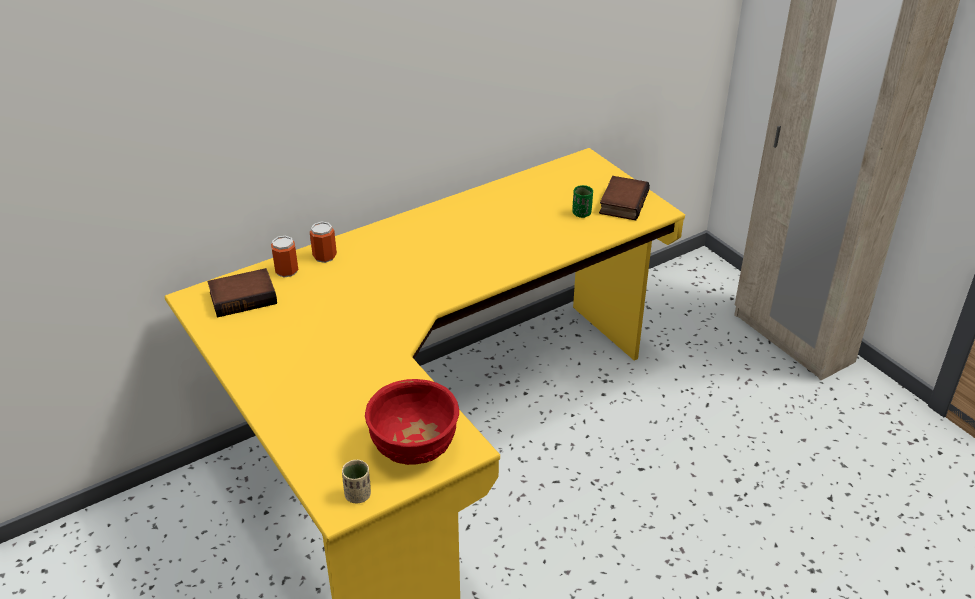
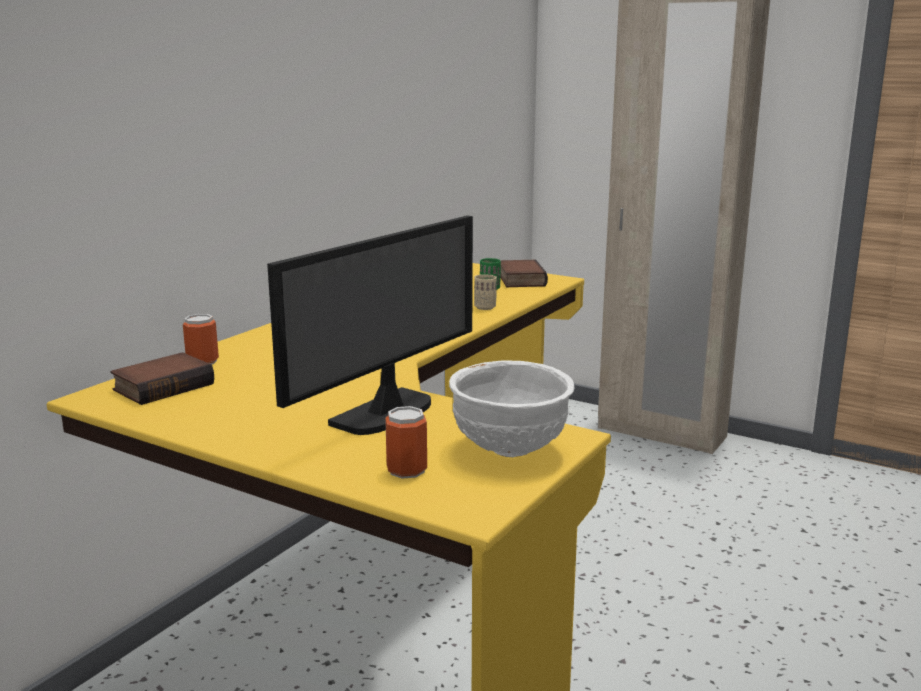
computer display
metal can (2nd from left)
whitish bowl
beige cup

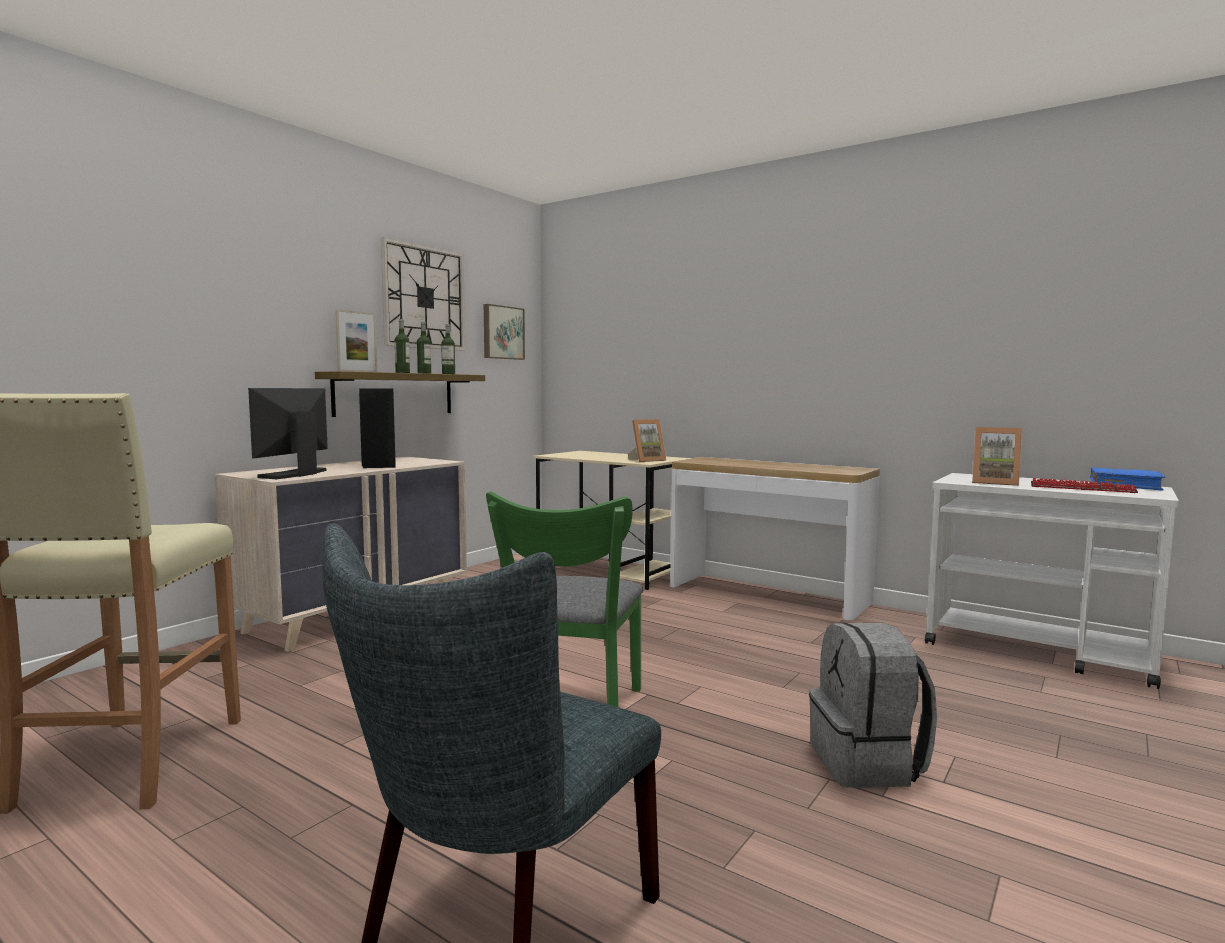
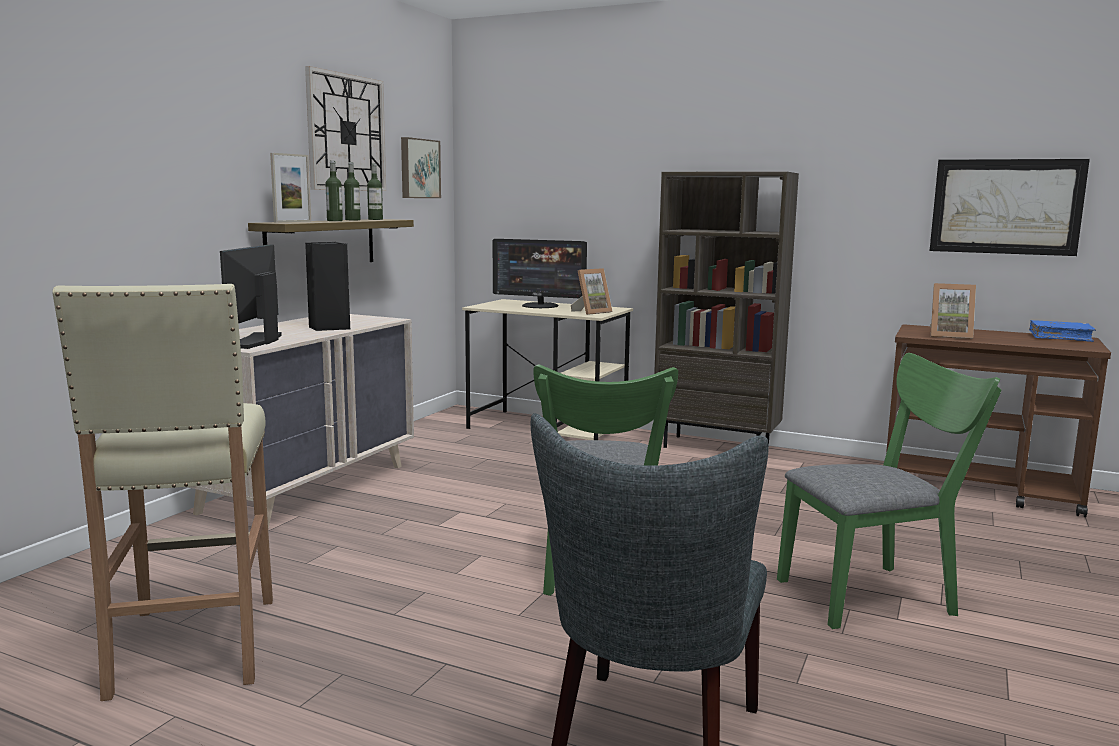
computer display (2nd from left)
brown-coloured bookshelf
green-coloured chair (2nd from left)
brown-coloured cart
picture (2nd from left)
PC keyboard

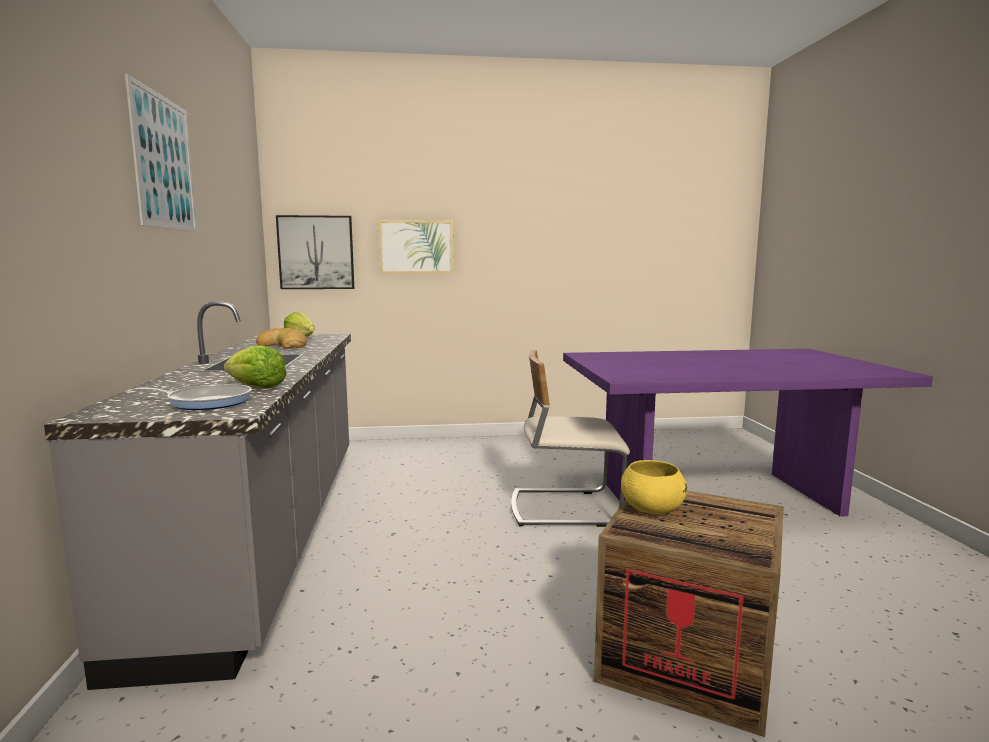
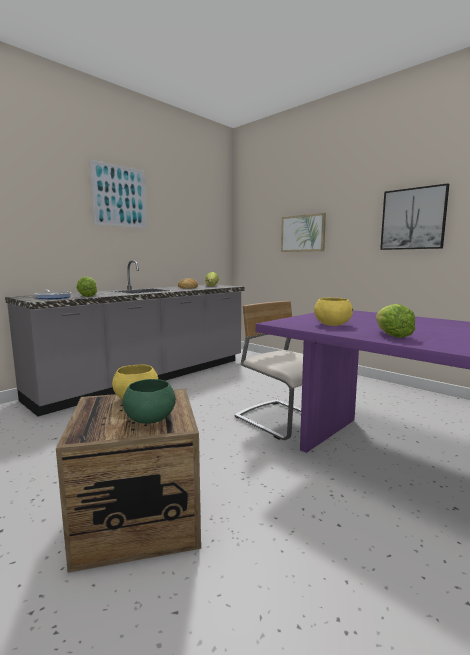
green-coloured bowl
yellowish bowl (2nd from left)
head of lettuce (3rd from left)
picture (3rd from left)

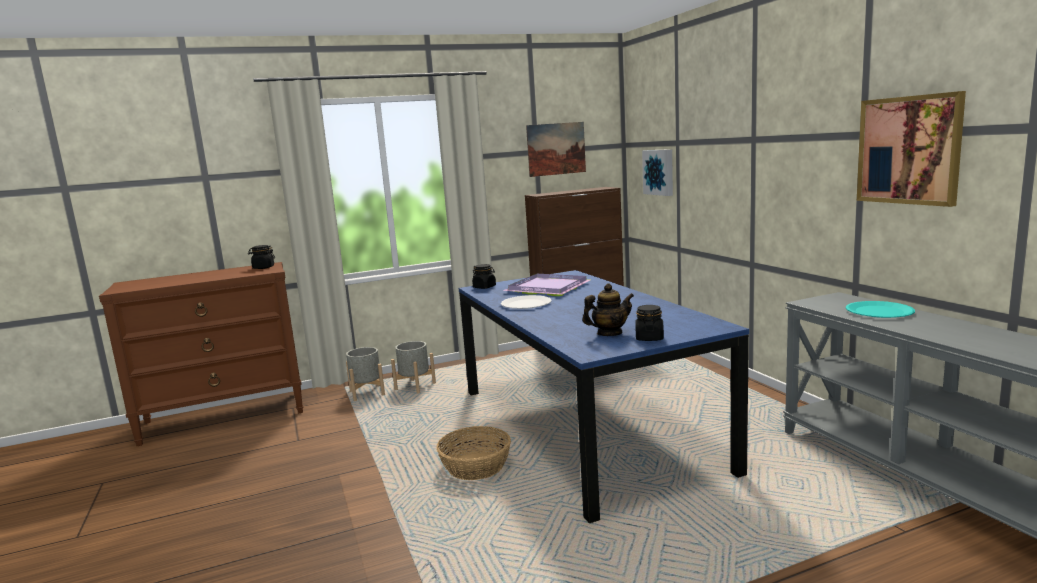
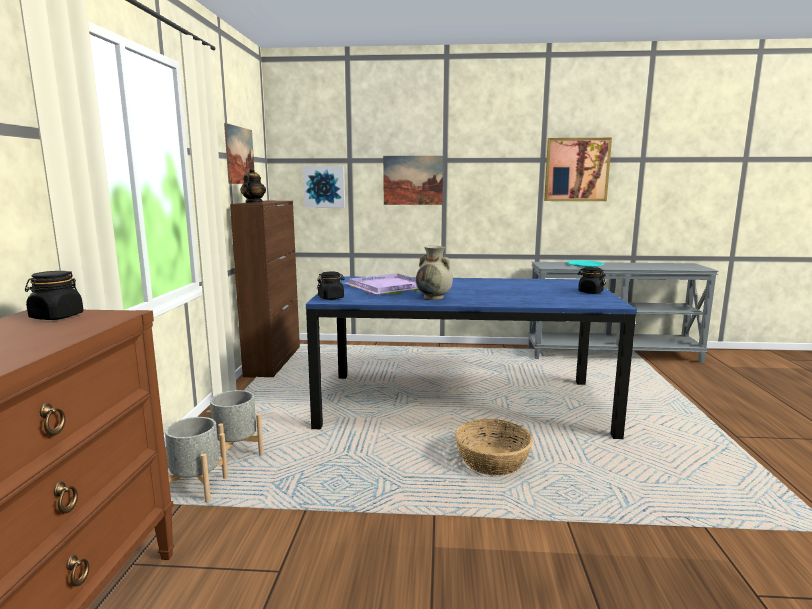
pot for tea
picture (3rd from left)
beige vase

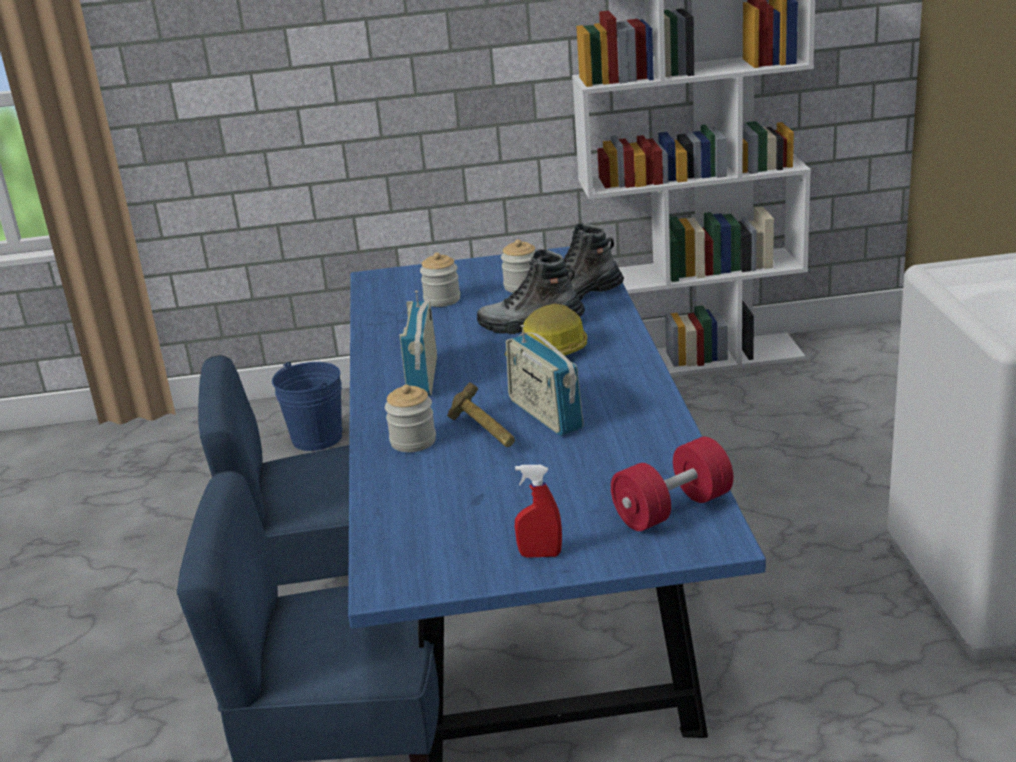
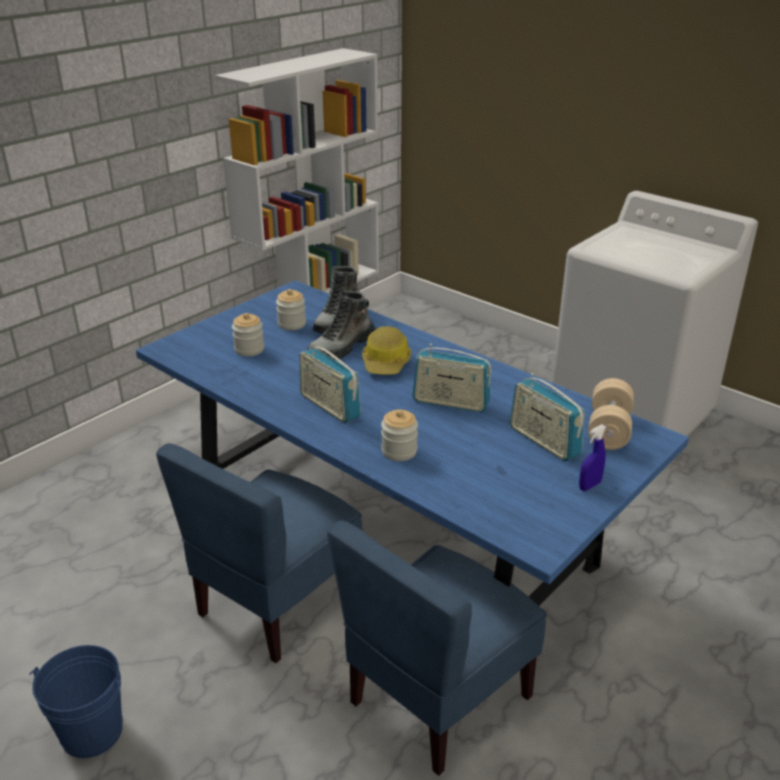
blue-coloured pail
radio (3rd from left)
blue-coloured spray bottle
beige dumbbell
hammer

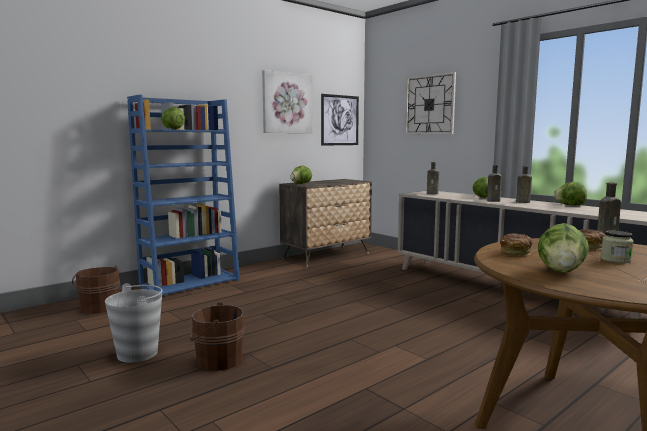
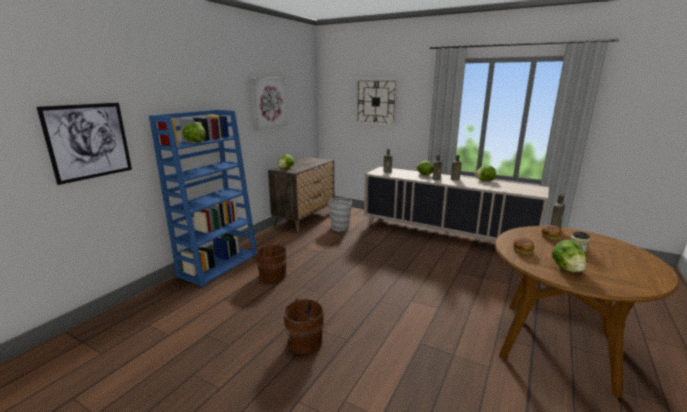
picture (1st from left)
brown-coloured pail (1st from left)
grey pail

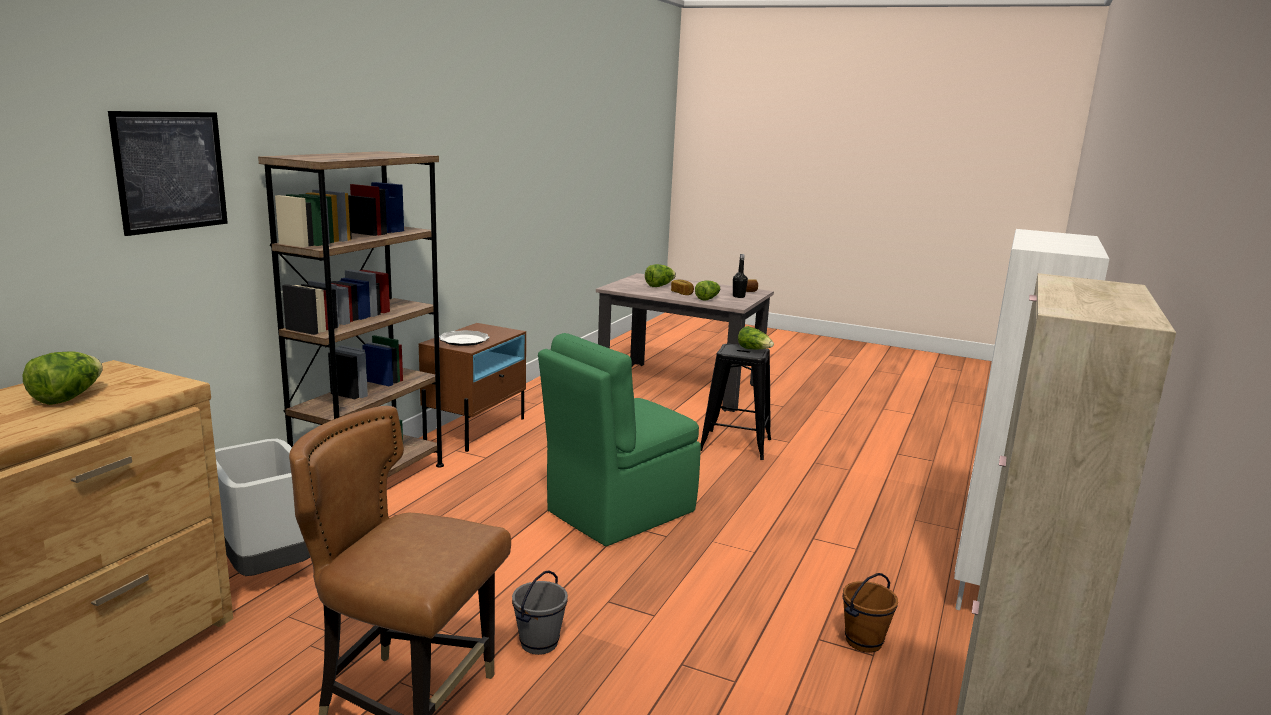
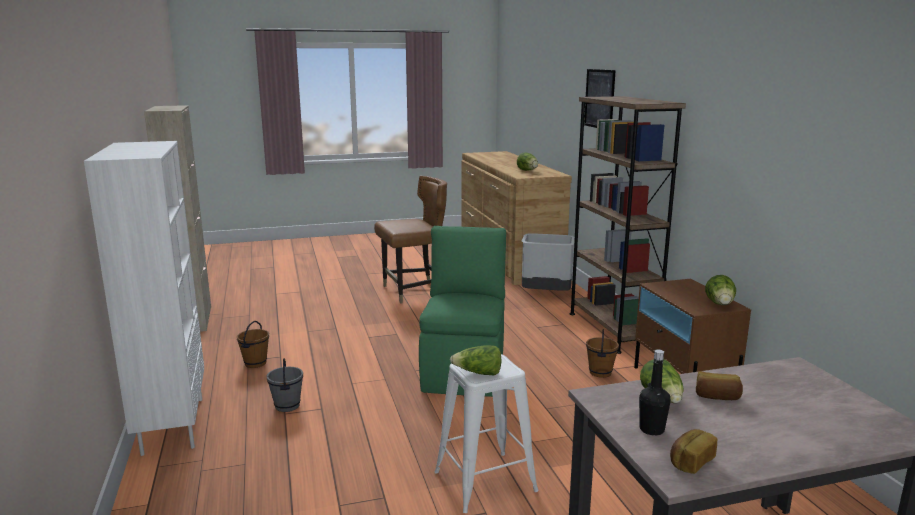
grey pail
whitish stool seat
brown-coloured pail (2nd from left)
head of lettuce (4th from left)
plate

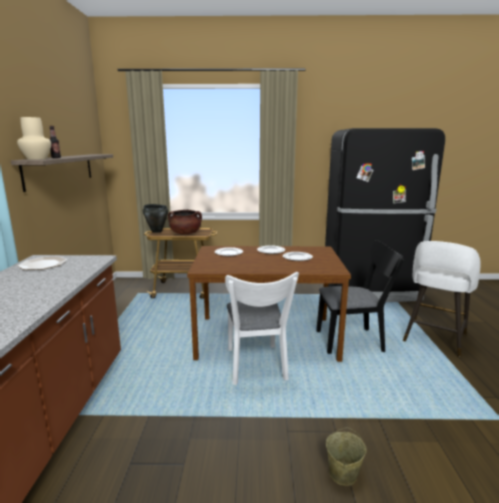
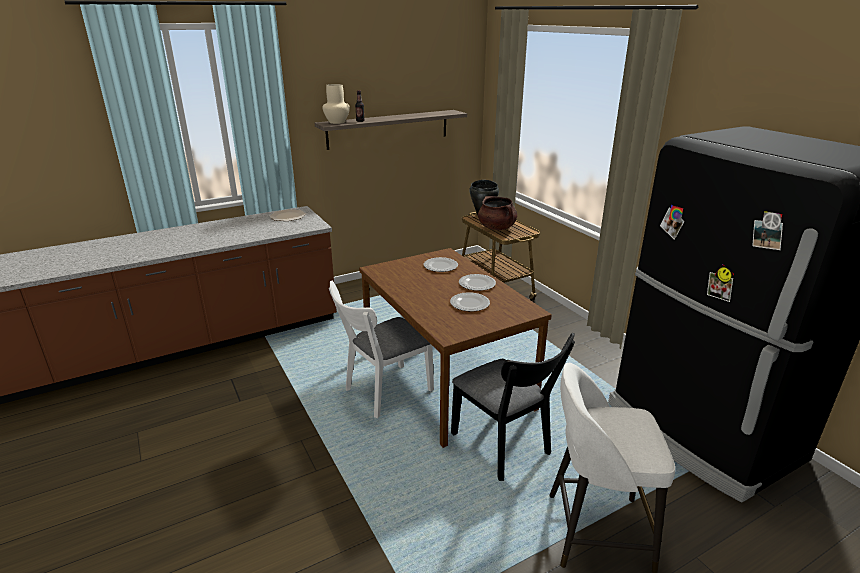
beige pail

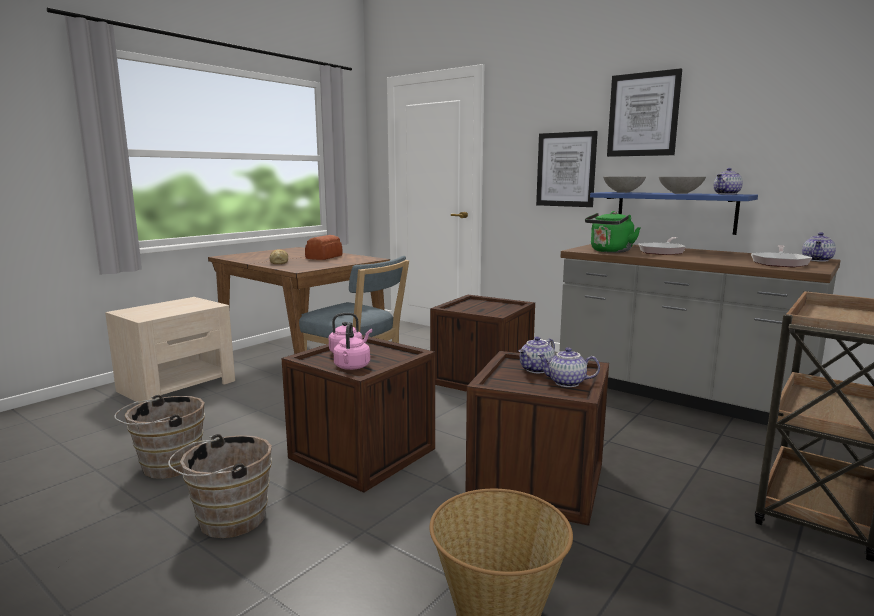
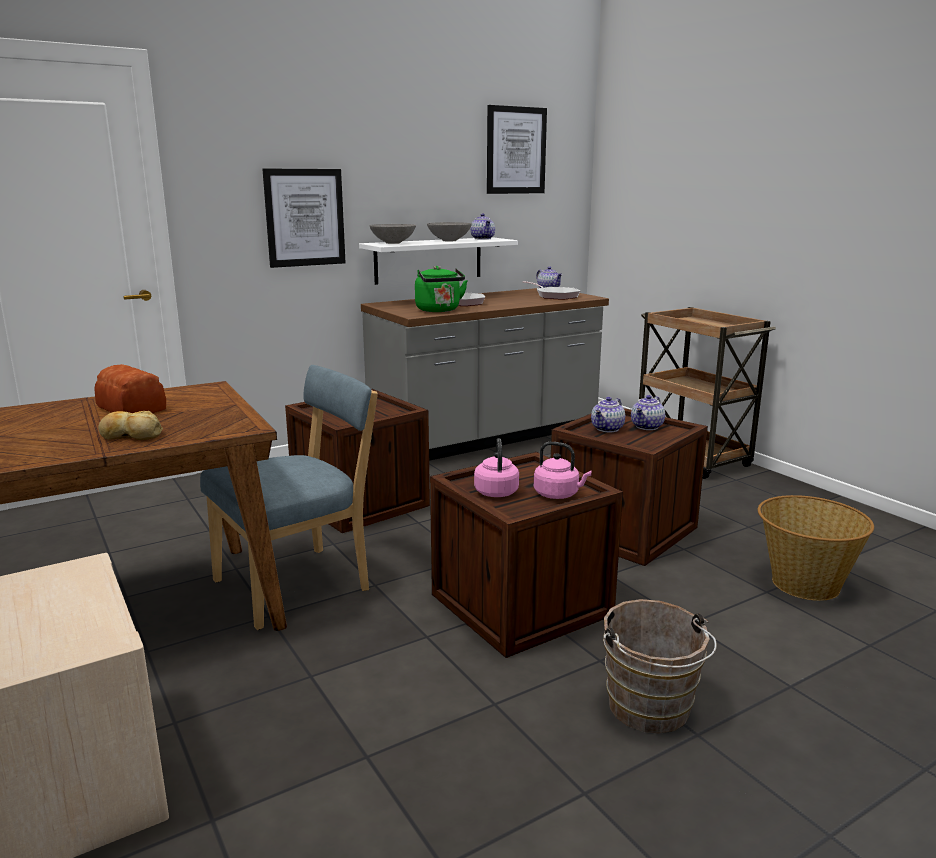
whitish wall shelf
picture (2nd from left)
pot for tea (3rd from left)
brown-coloured pail (1st from left in the first image)

